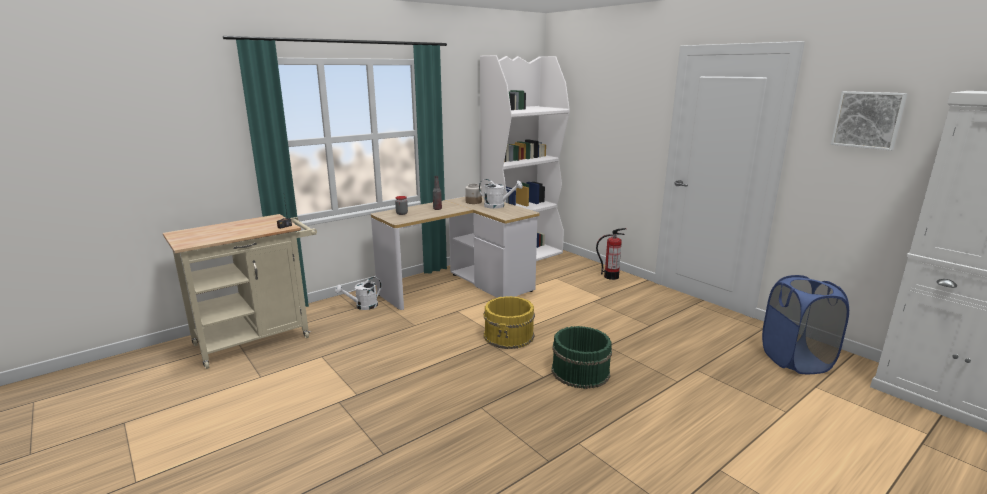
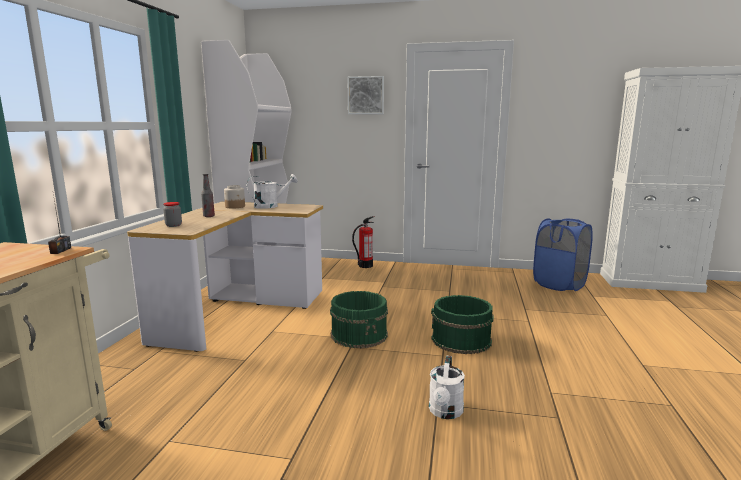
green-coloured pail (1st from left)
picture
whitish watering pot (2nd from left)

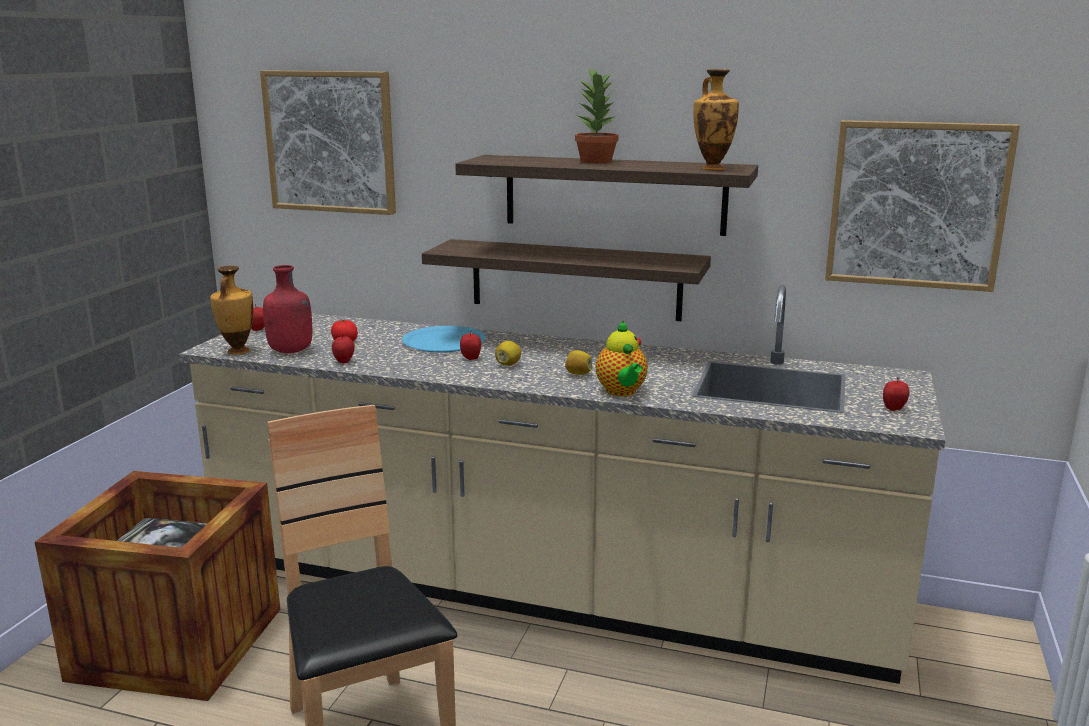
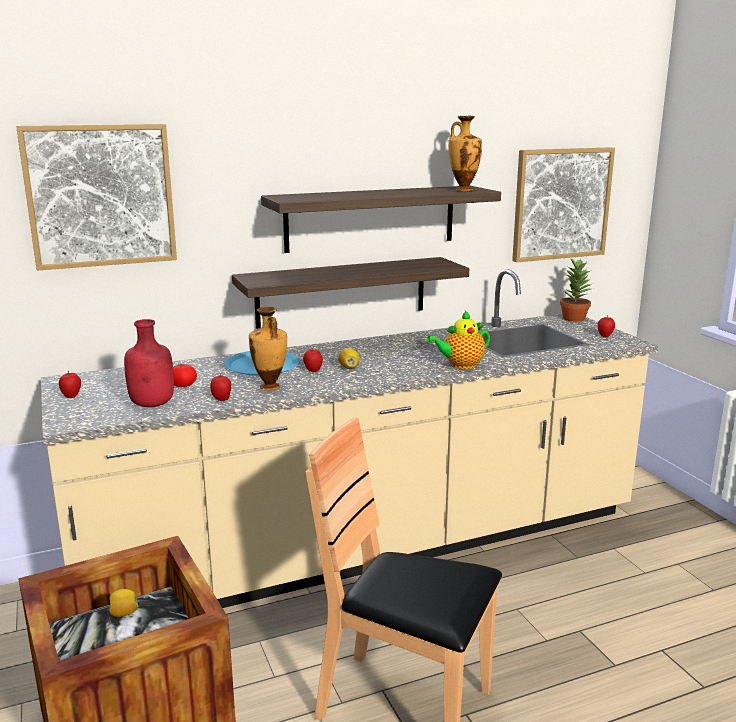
citrus fruit (1st from left)
vase (1st from left)
pot for tea
potted plant

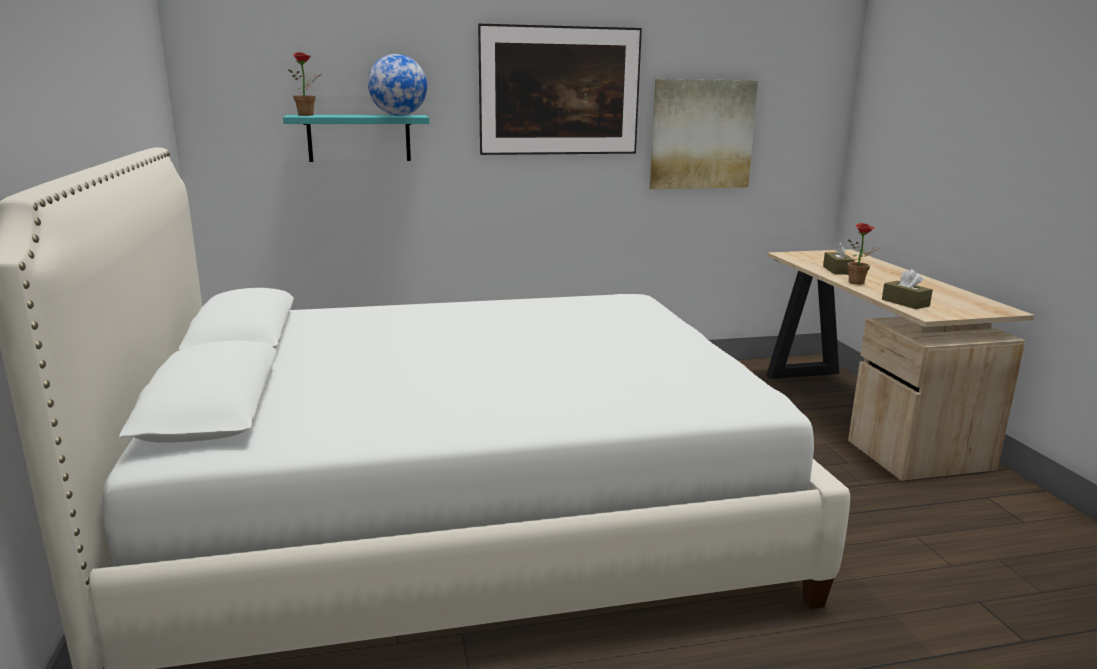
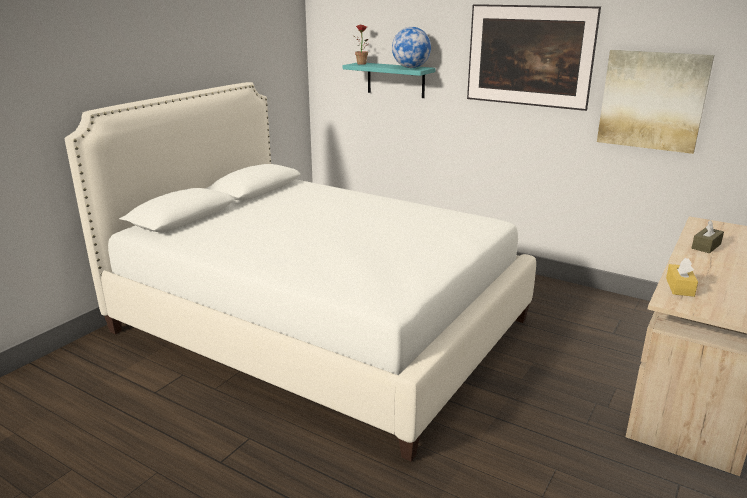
yellowish tissue holder
potted plant (2nd from left in the first image)

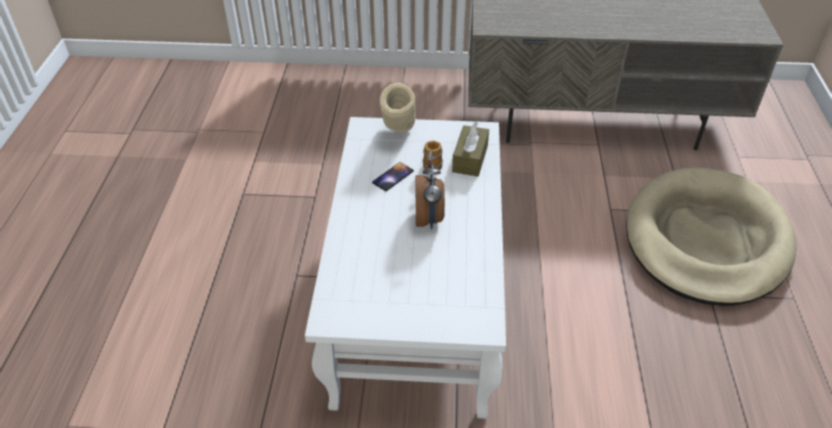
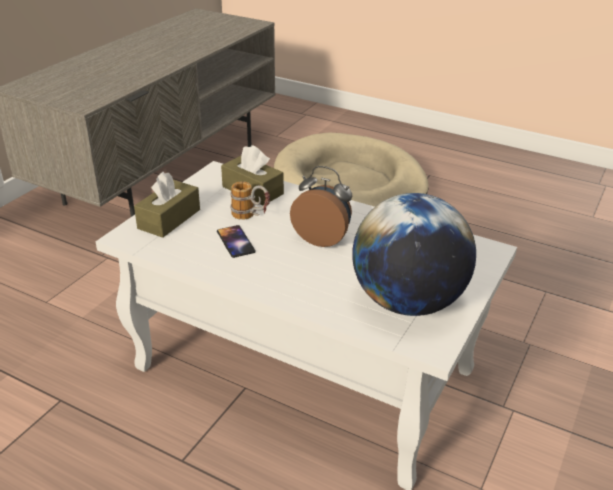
brown-coloured tissue holder (1st from left)
globe

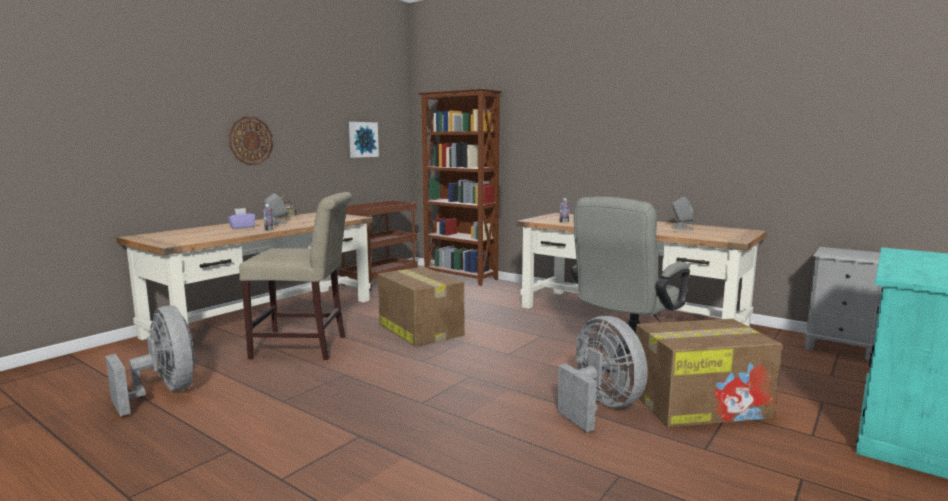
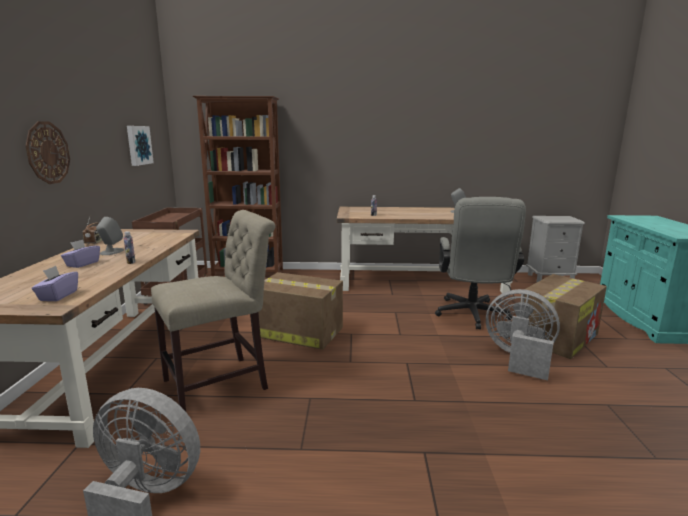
purple tissue holder (1st from left)

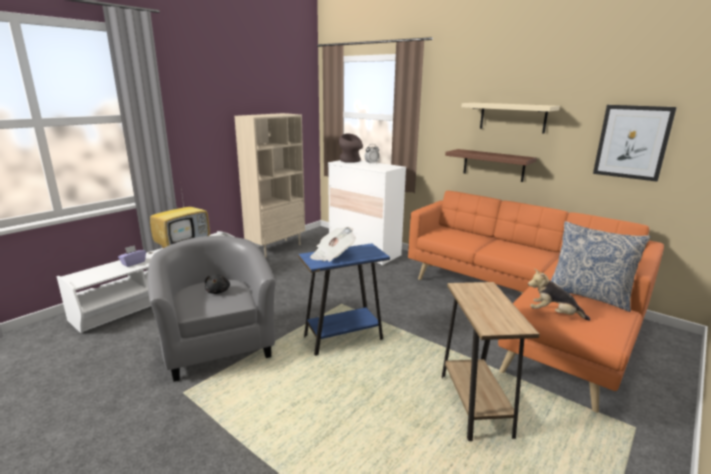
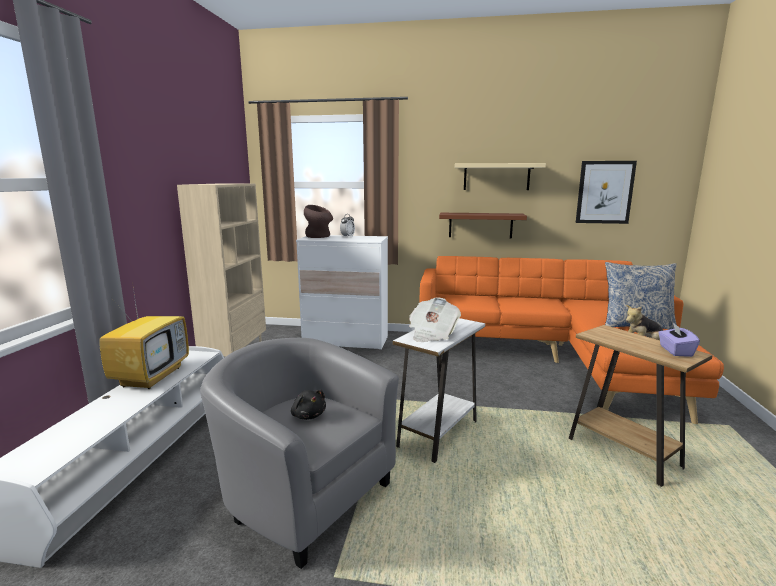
whitish end table
purple tissue holder

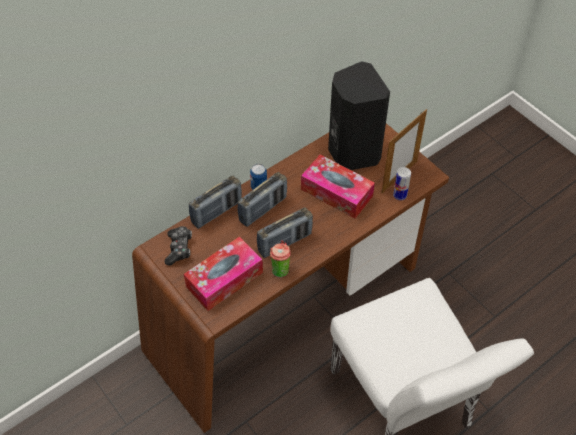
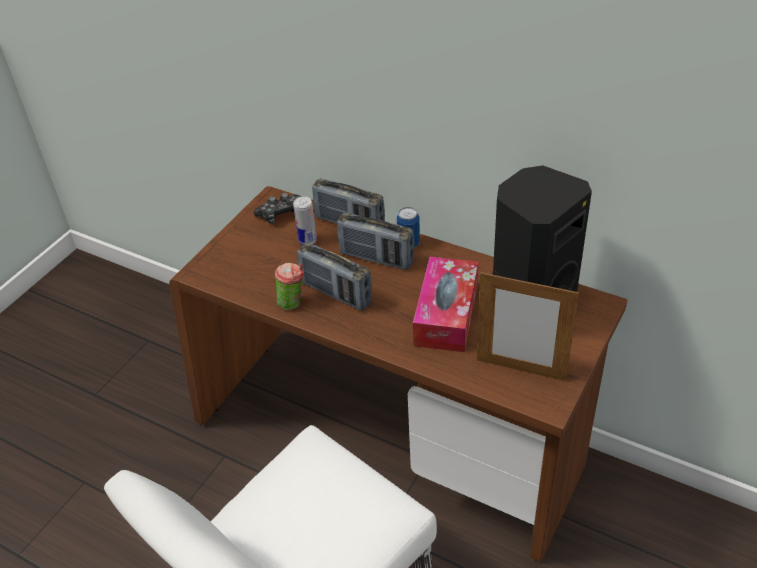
metal can (1st from left)
tissue holder (1st from left in the first image)

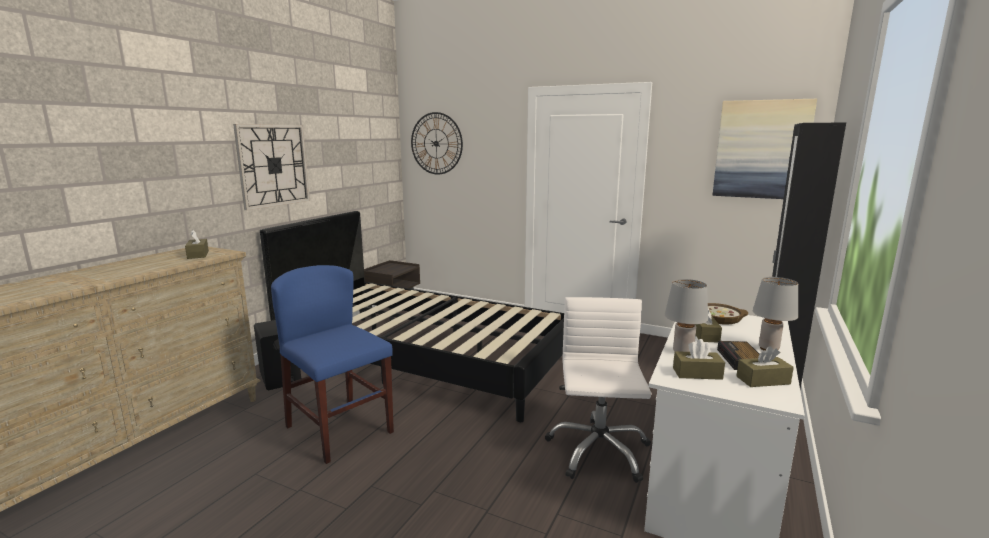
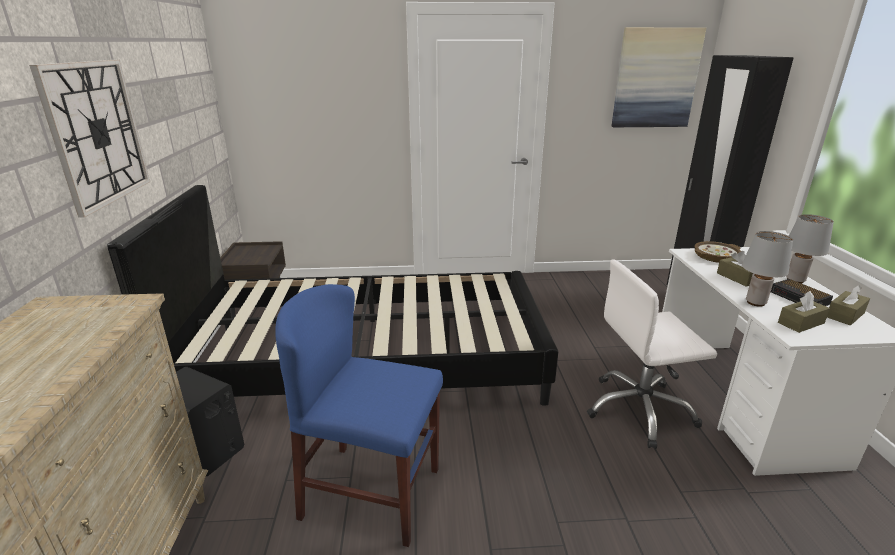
whitish desk chair
brown-coloured tissue holder (1st from left in the first image)
hanging clock (2nd from left in the first image)

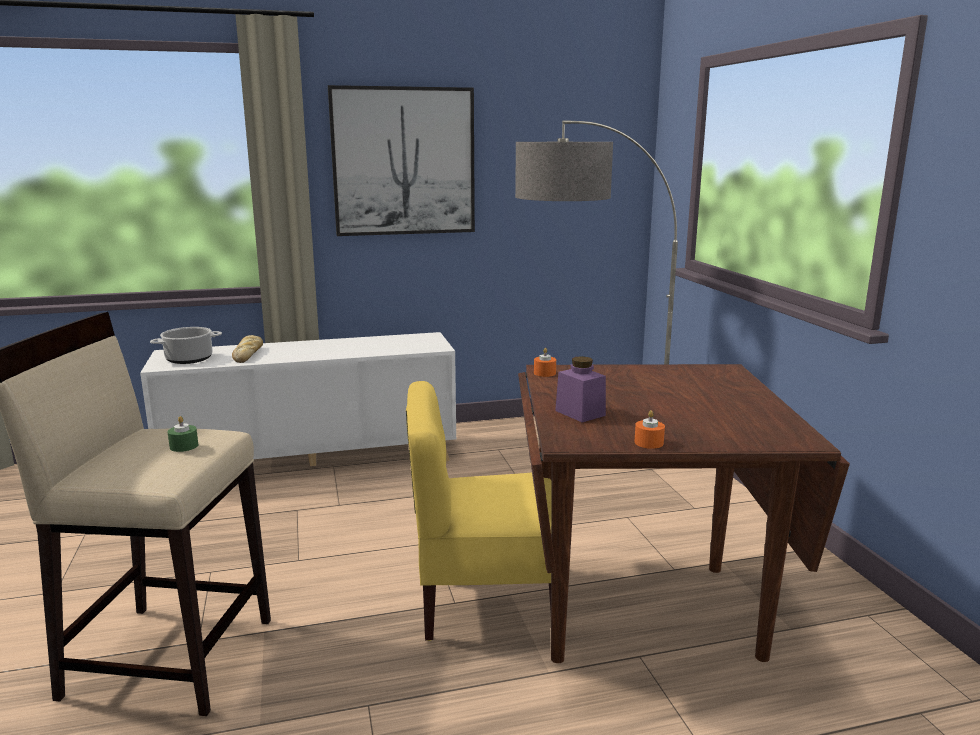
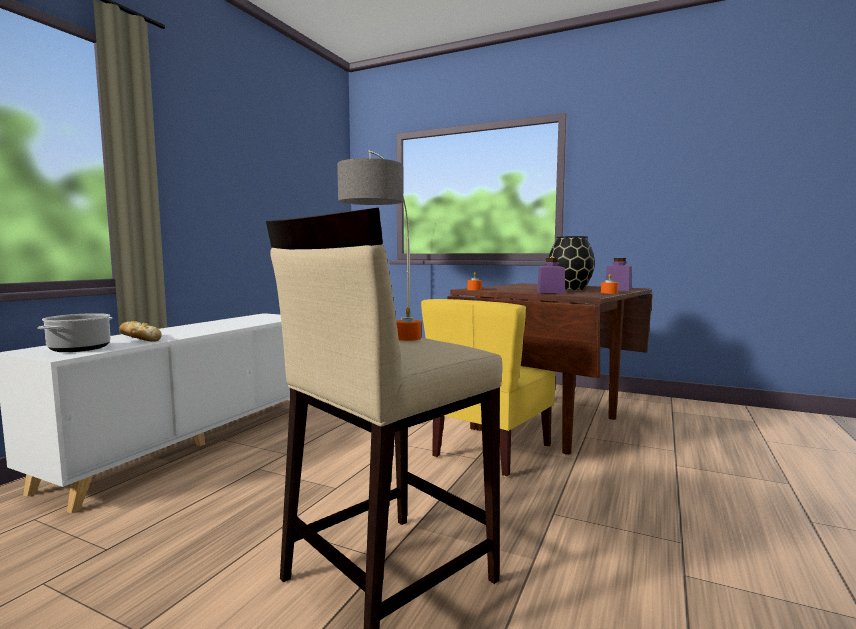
orangey candle (1st from left)
black-coloured vase
purple storage jar (2nd from left)
picture

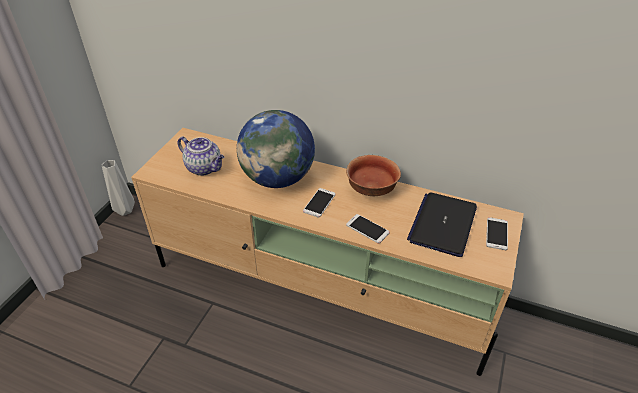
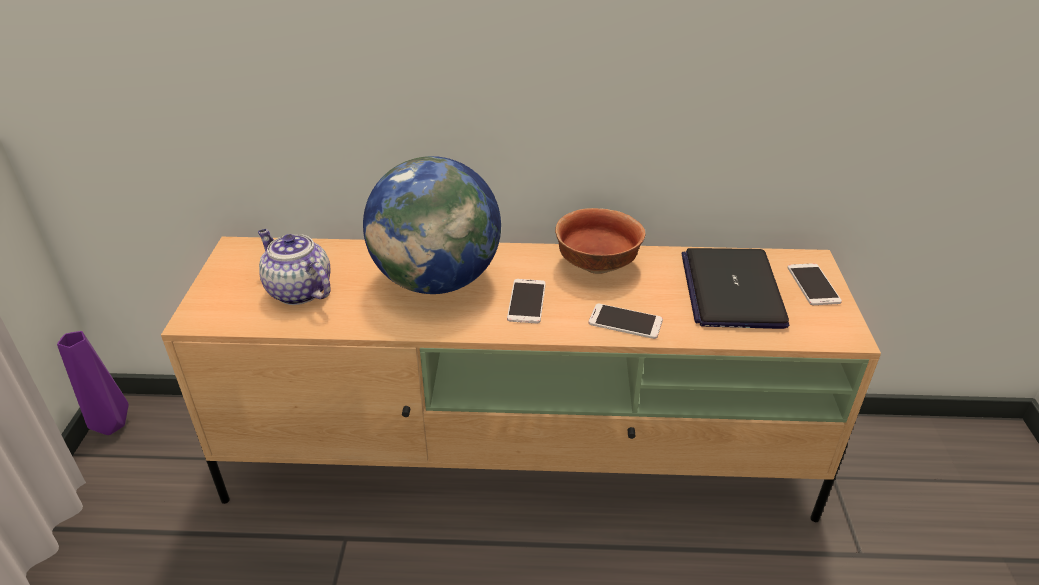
purple vase
pot for tea

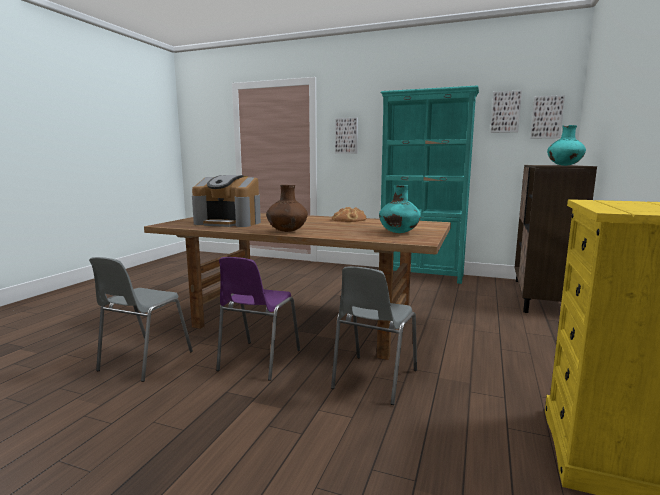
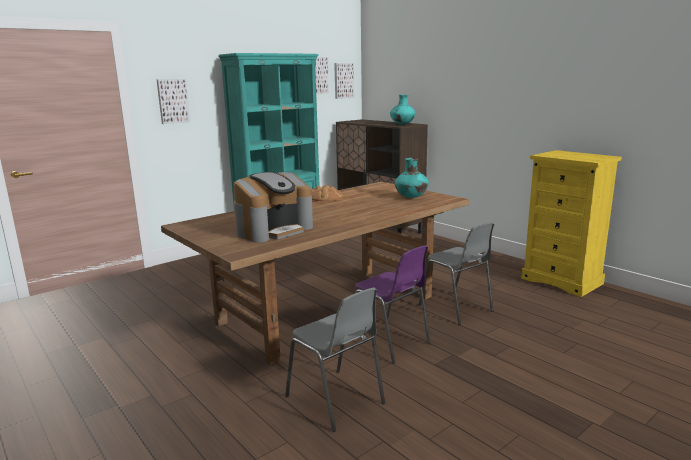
brown-coloured vase

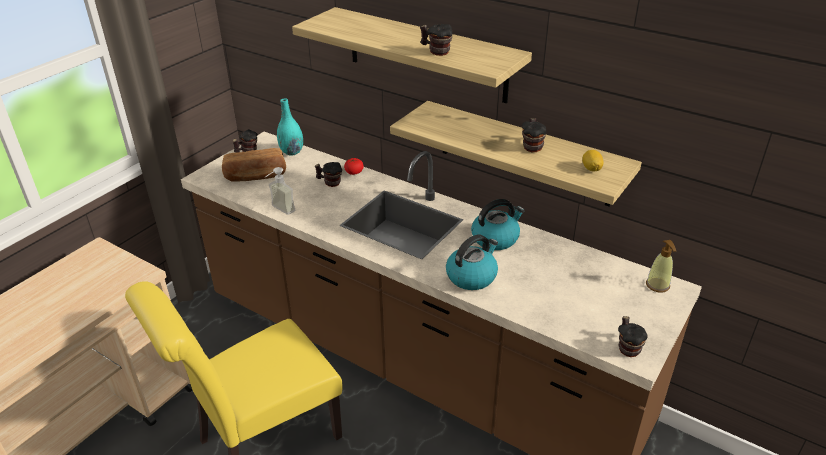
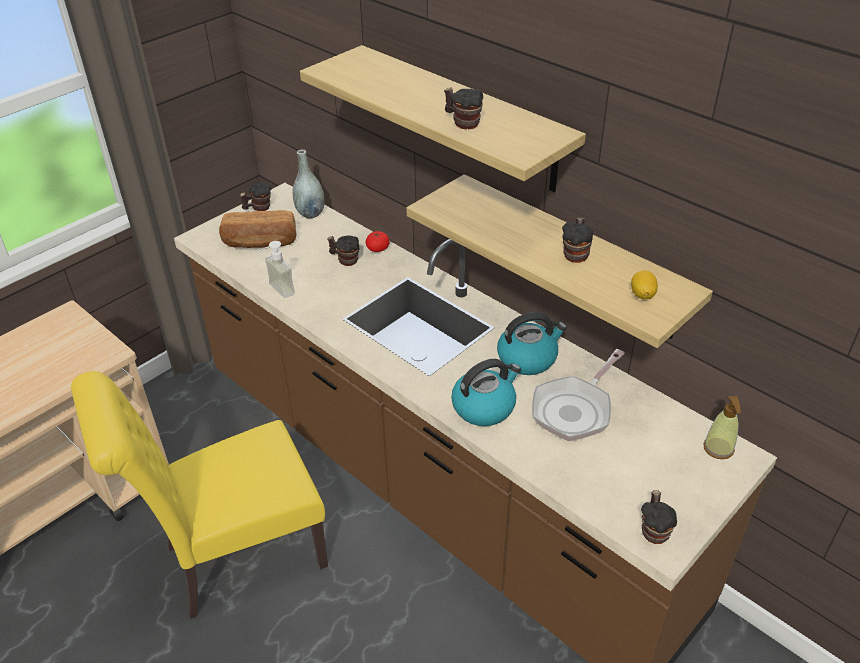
grey vase
skillet

